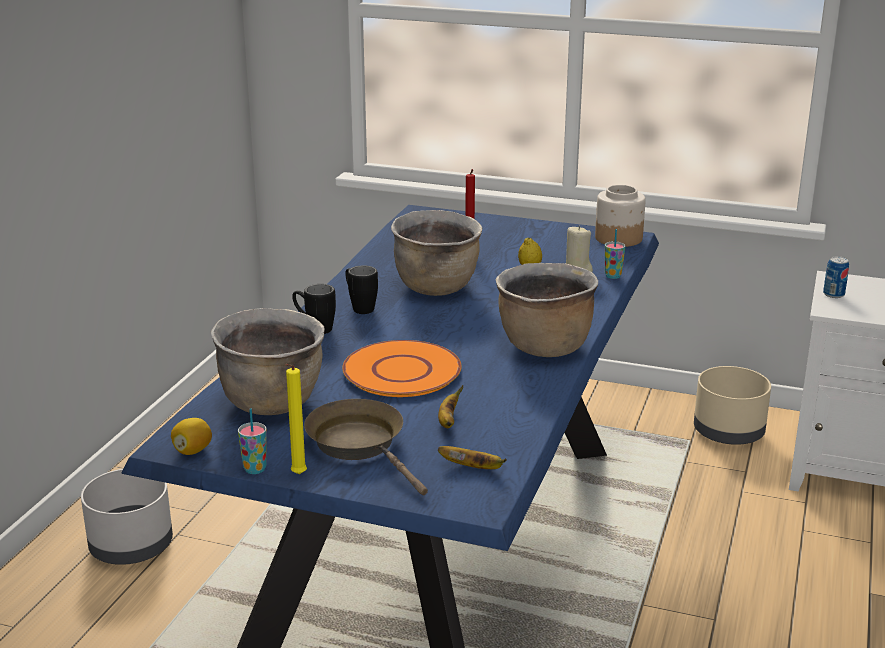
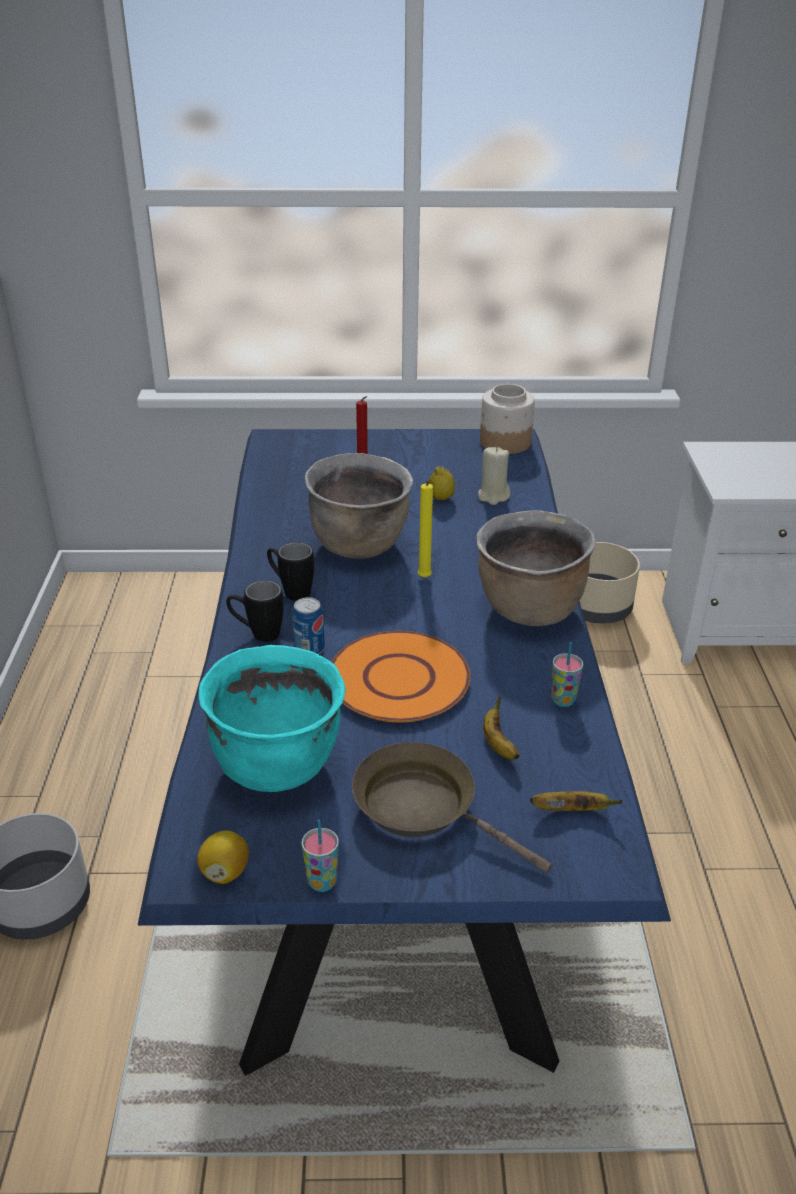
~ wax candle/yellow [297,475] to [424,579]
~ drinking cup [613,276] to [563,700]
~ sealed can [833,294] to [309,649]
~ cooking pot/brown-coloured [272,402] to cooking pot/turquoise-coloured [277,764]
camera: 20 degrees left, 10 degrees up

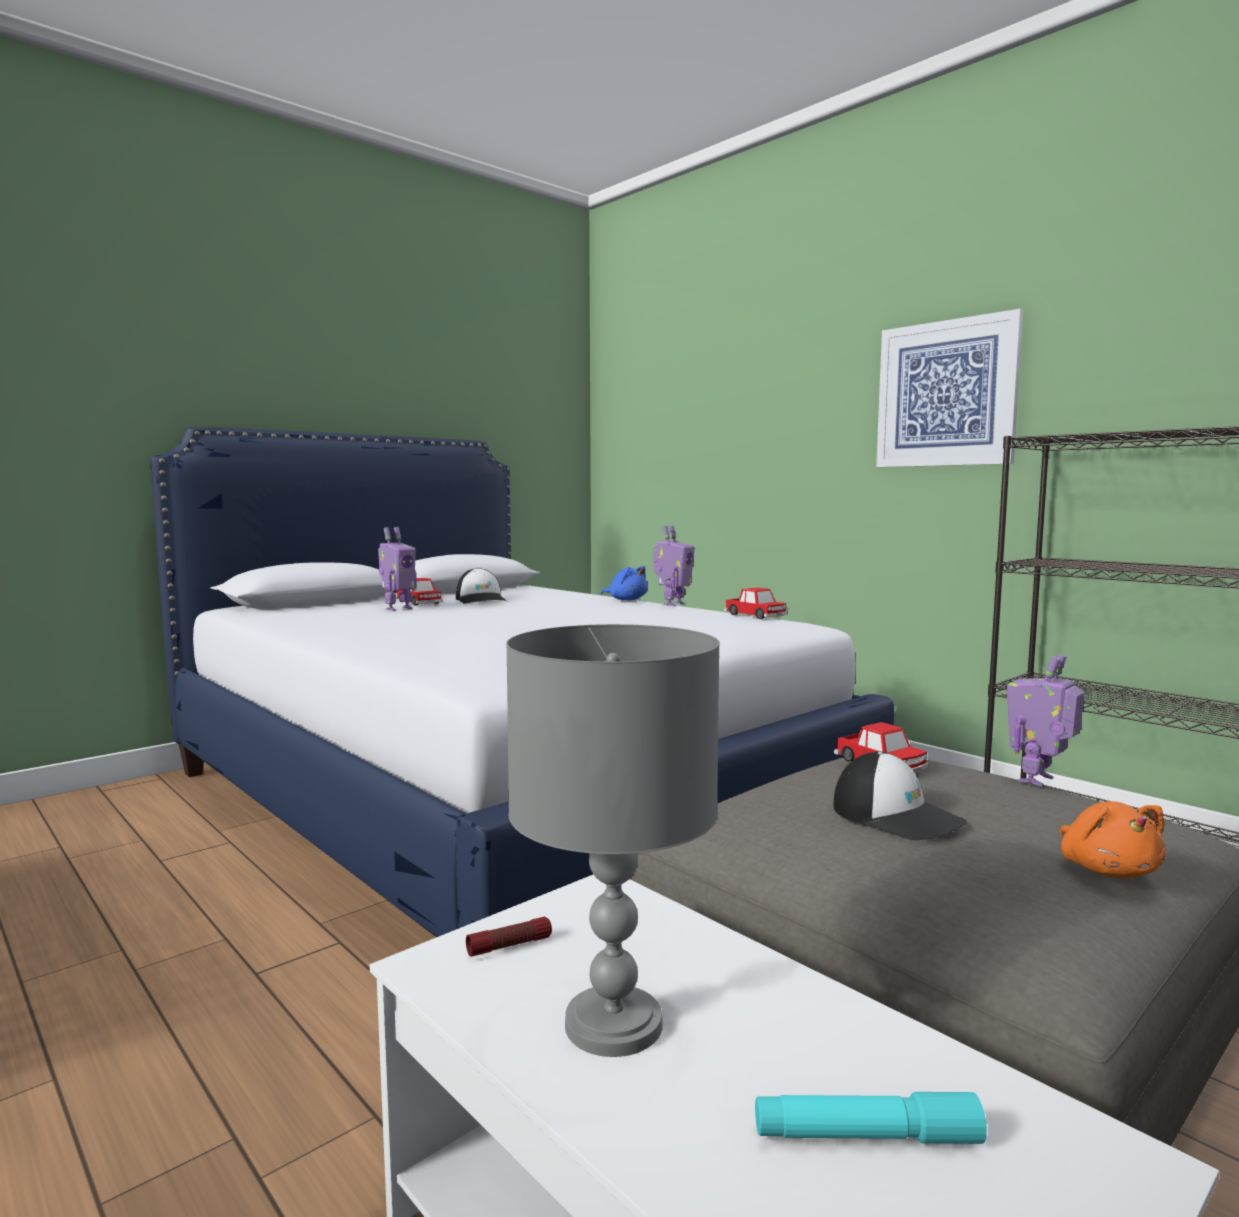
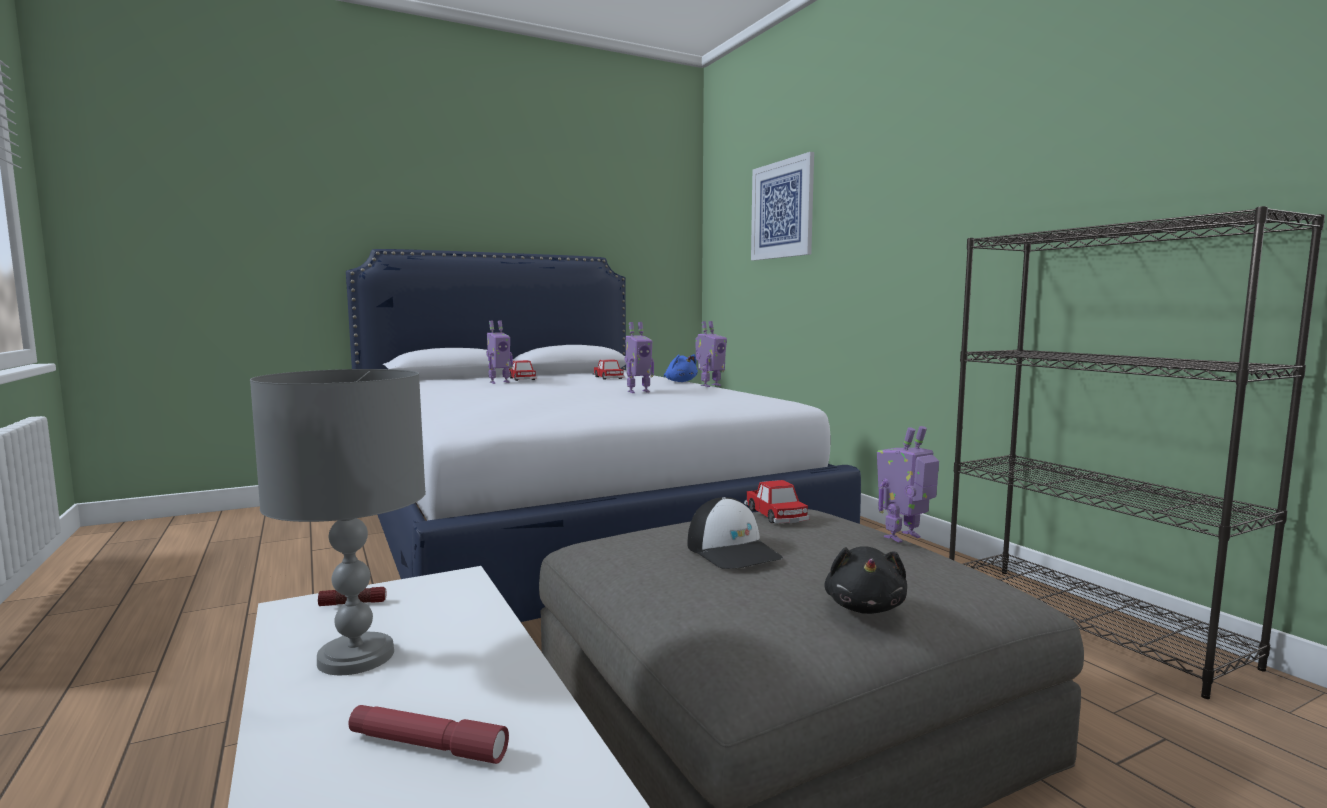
- baseball cap [481,600]
+ toy robot [638,392]
~ toy car [755,615] to [608,378]
~ wall art [946,394] to [782,210]
~ flashlight/turquoise-coloured [866,1136] to flashlight/reddish [427,746]
~ soft toy/orange-coloured [1107,870] to soft toy/black-coloured [865,607]
camera: 15 degrees right, 0 degrees up

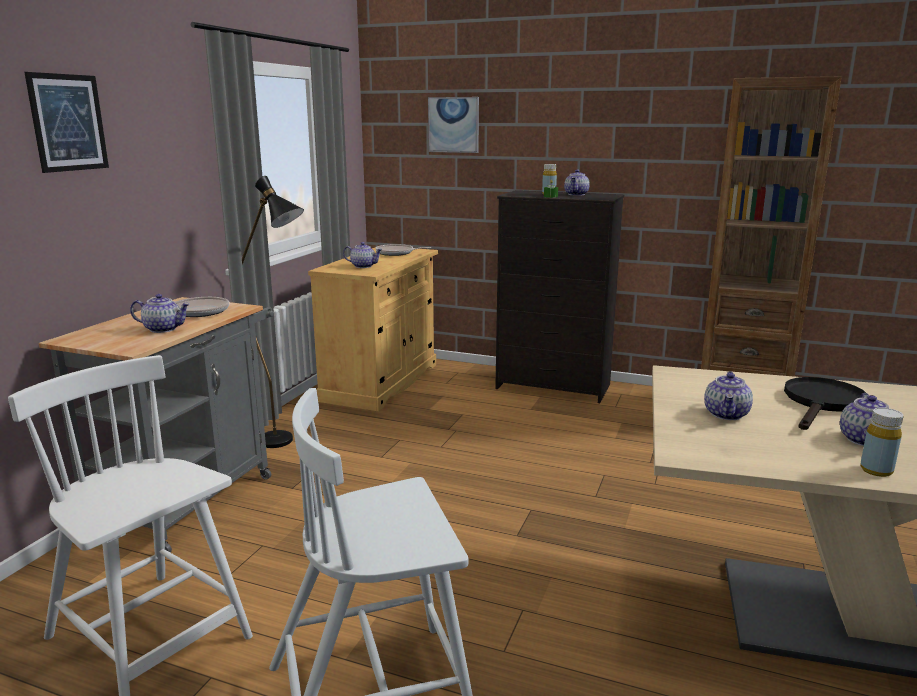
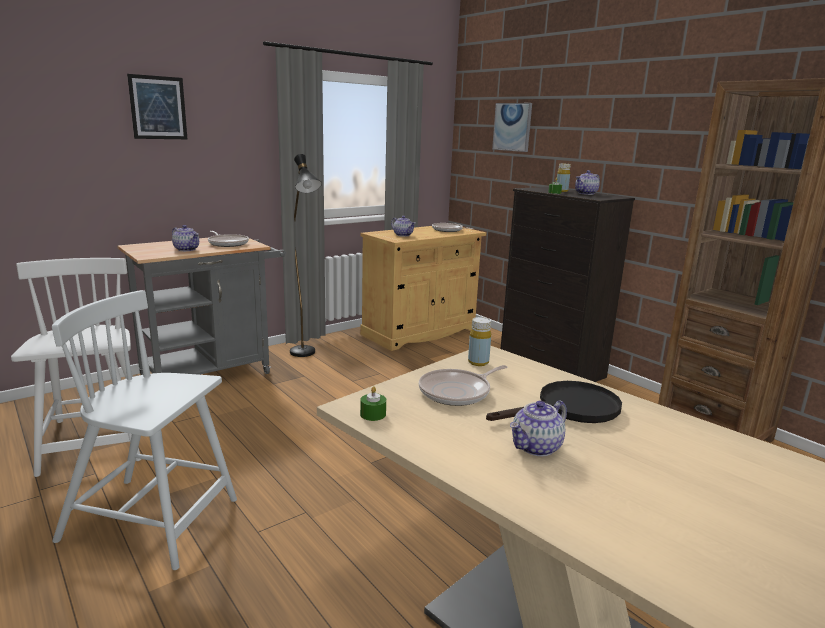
+ wax candle/green-coloured [373,414]
~ bottle/yellow [876,470] to [478,362]
~ pot for tea [727,414] to frying pan [457,392]
camera: 30 degrees right, 0 degrees up

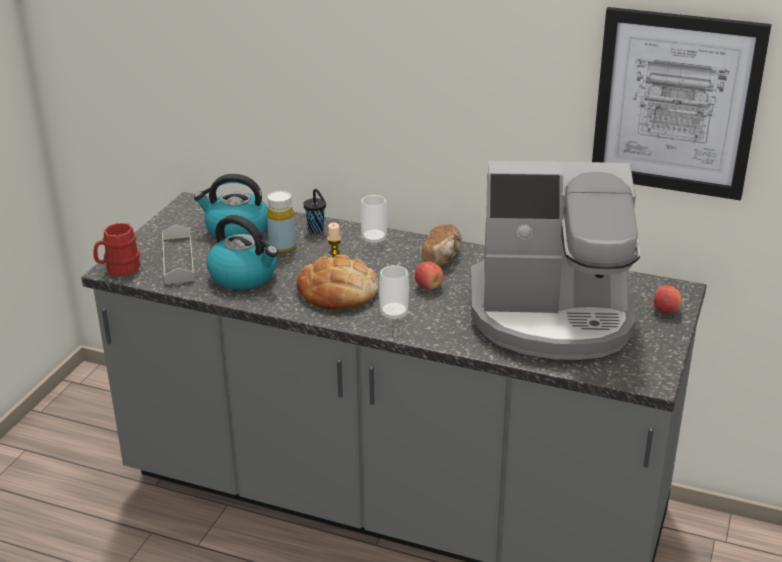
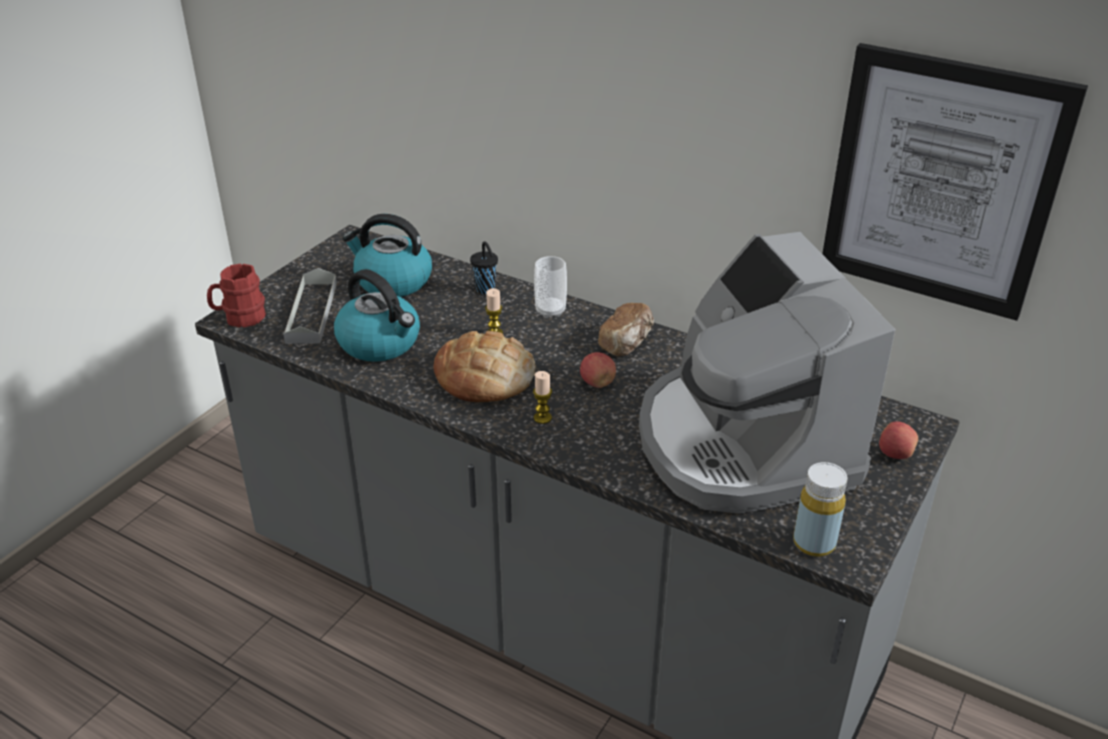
~ bottle/yellow [282,247] to [814,543]
~ drinking cup [394,314] to wax candle [542,418]
~ coffee maker [552,316] = [743,444] 60 degrees clockwise
camera: 10 degrees right, 5 degrees up

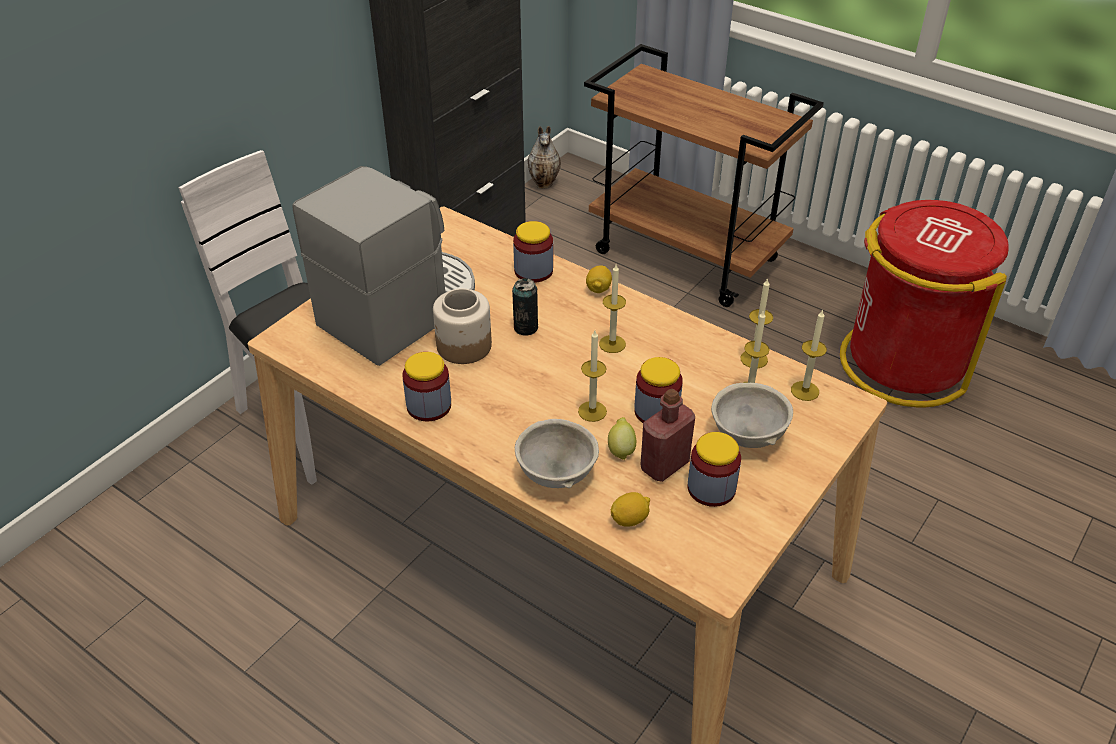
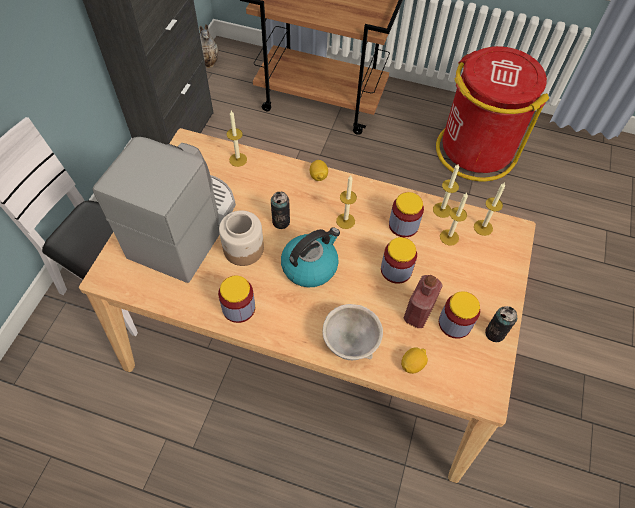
- citrus fruit [621,449]
- serving bowl/gray [747,437]
+ water kettle [310,266]
+ sealed can [494,333]
~ jar [533,271] to [403,225]
~ wax candle [592,411] to [238,159]
camera: 20 degrees left, 15 degrees up

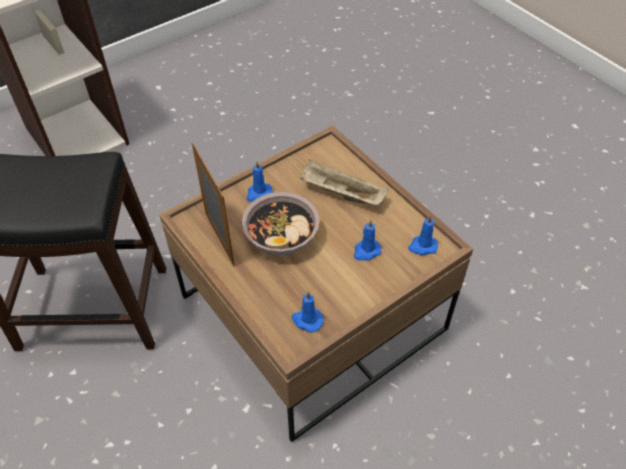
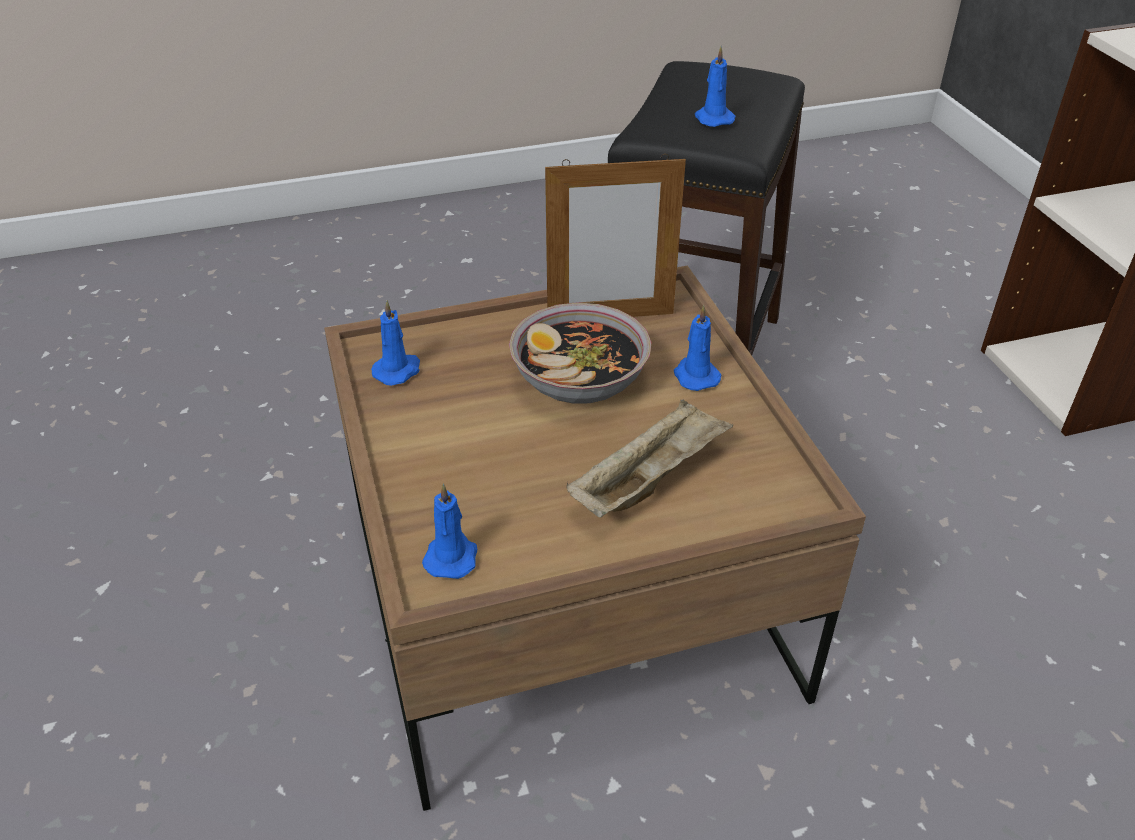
~ wax candle/blue-coloured [366,251] to [713,118]
camera: 110 degrees right, 10 degrees down

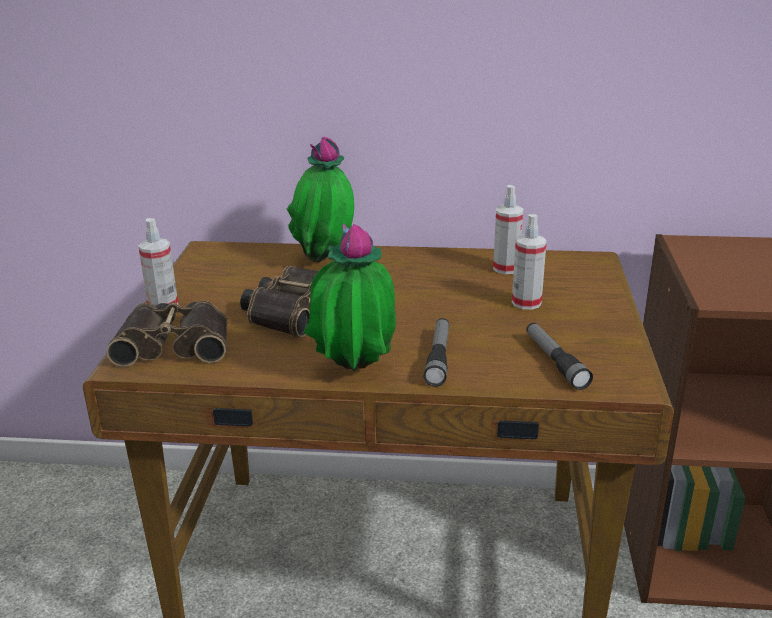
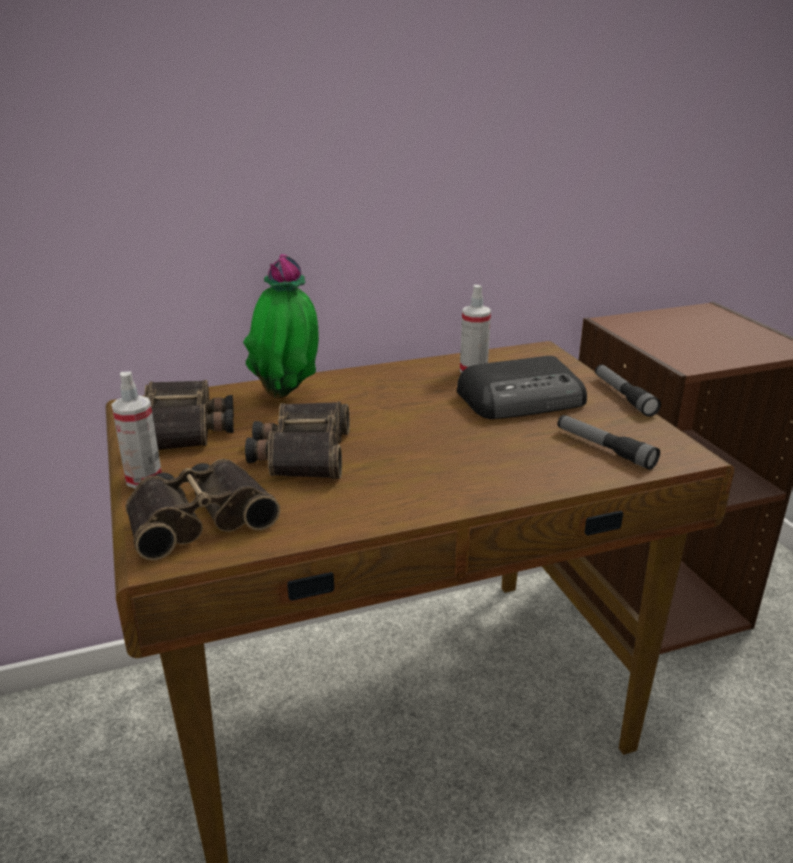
- houseplant [353,374]
+ binoculars [187,427]
~ flashlight [438,358] to [623,396]
~ spray bottle [526,303] to radio [523,399]
camera: 25 degrees left, 0 degrees up

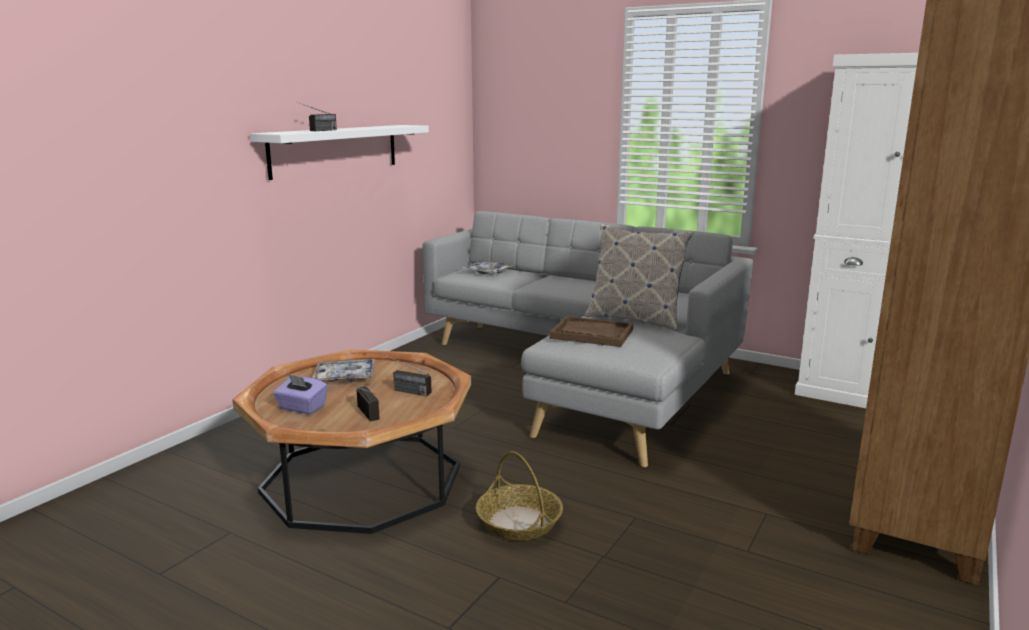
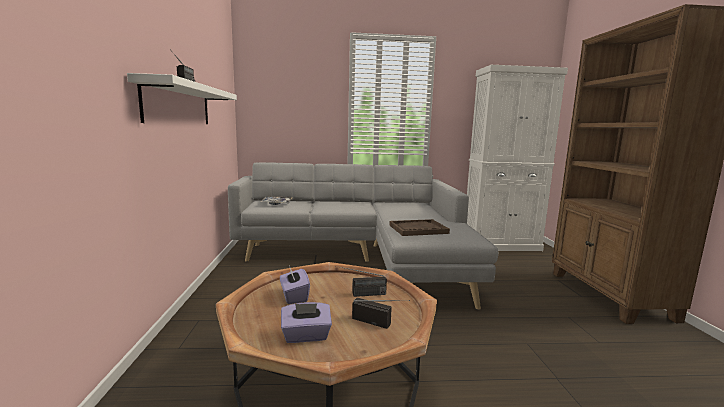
- storage basket [519,522]
- pillow [634,319]
~ carrying tray [345,377] to tissue holder/purple-coloured [294,296]
camera: 35 degrees left, 5 degrees down

